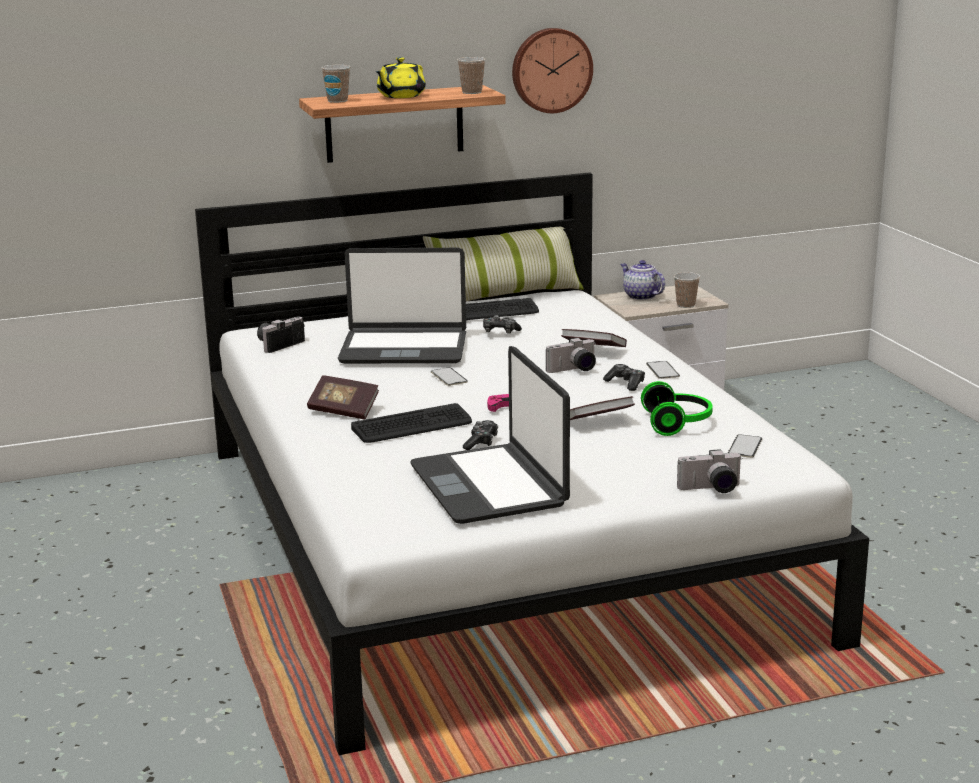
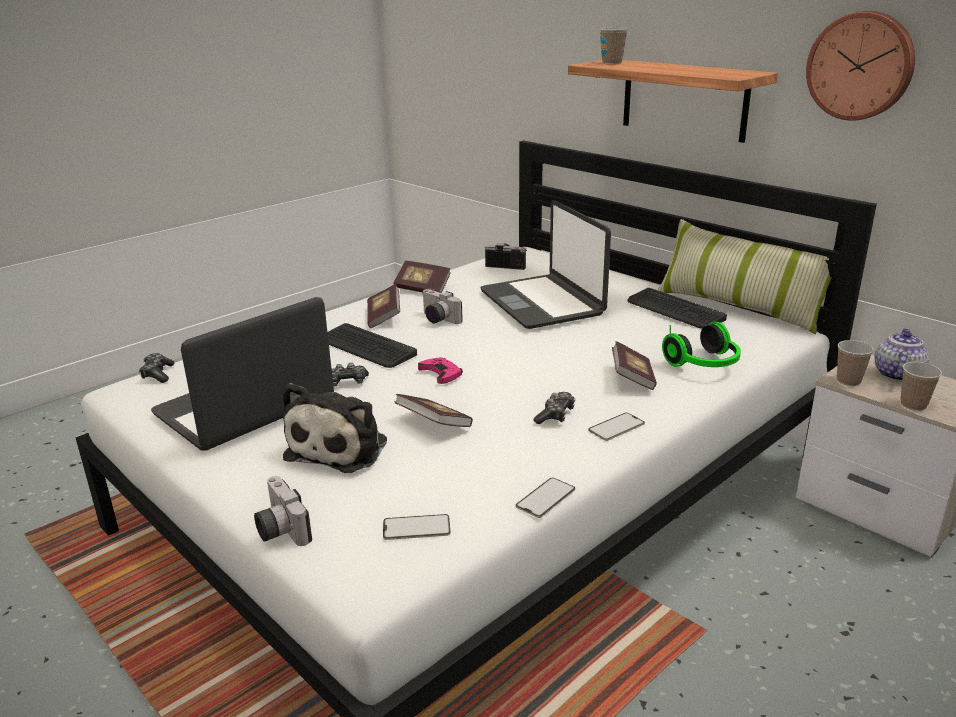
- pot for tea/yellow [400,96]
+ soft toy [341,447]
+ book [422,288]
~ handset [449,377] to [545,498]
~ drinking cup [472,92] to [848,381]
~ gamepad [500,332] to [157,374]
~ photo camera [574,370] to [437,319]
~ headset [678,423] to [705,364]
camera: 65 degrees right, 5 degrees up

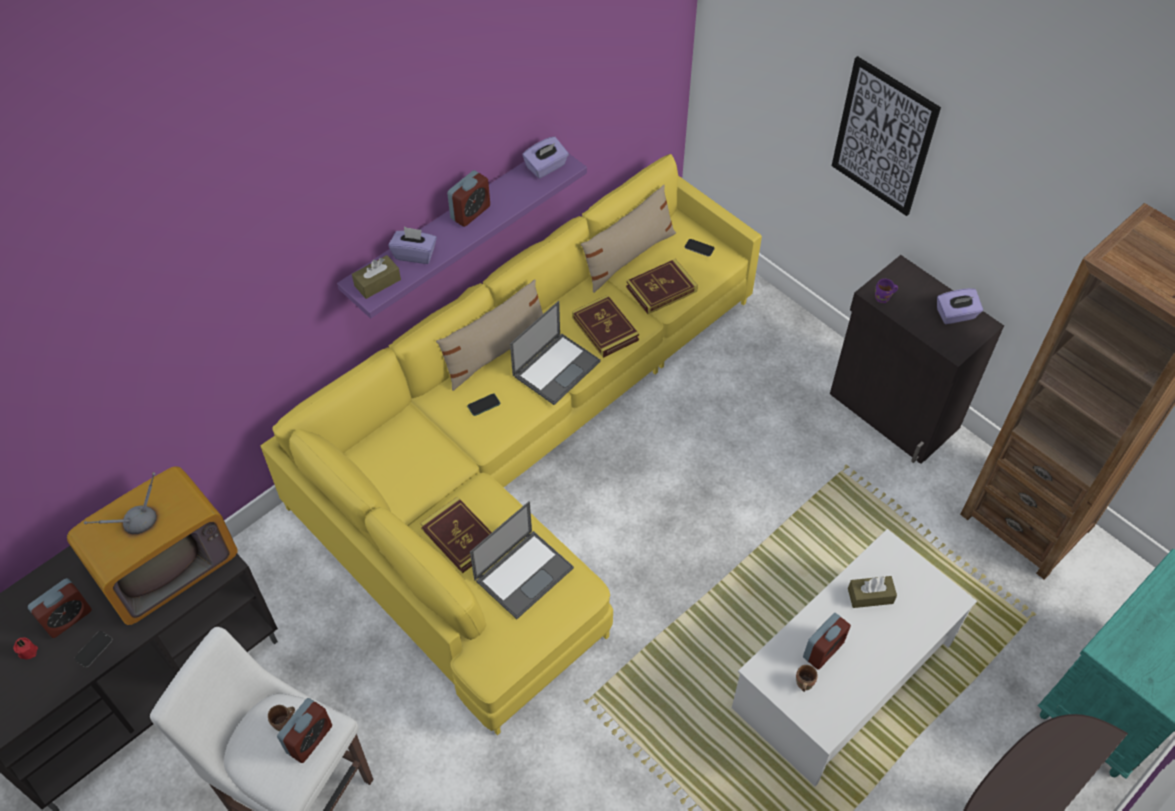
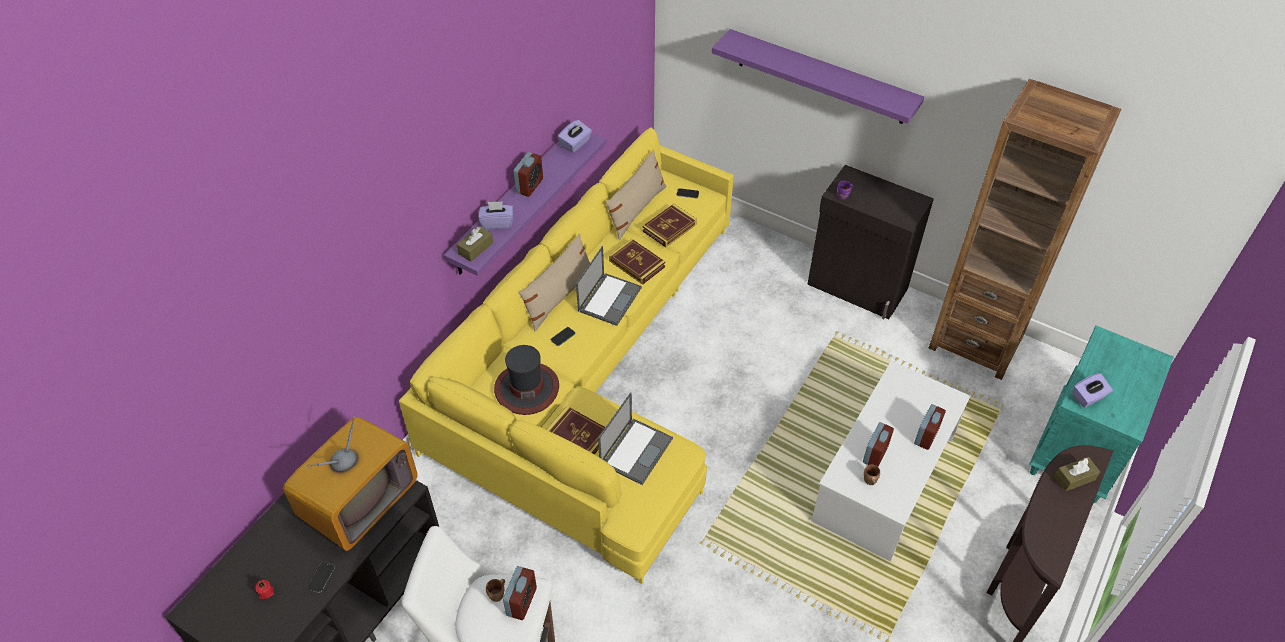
+ hat [526,388]
~ alarm clock [67,618] to [926,436]
~ tissue holder/brown-coloured [870,596] to [1074,478]
~ tissue holder/purple-coloured [956,315] to [1088,397]
~ wall art [884,137] to wall shelf/purple-coloured [821,77]
camera: 15 degrees left, 5 degrees down

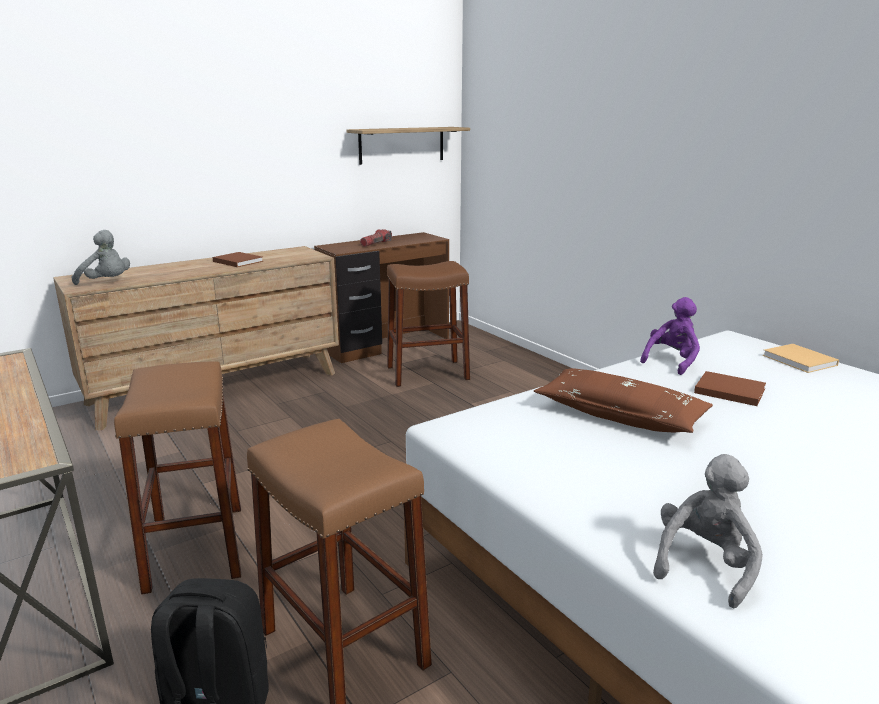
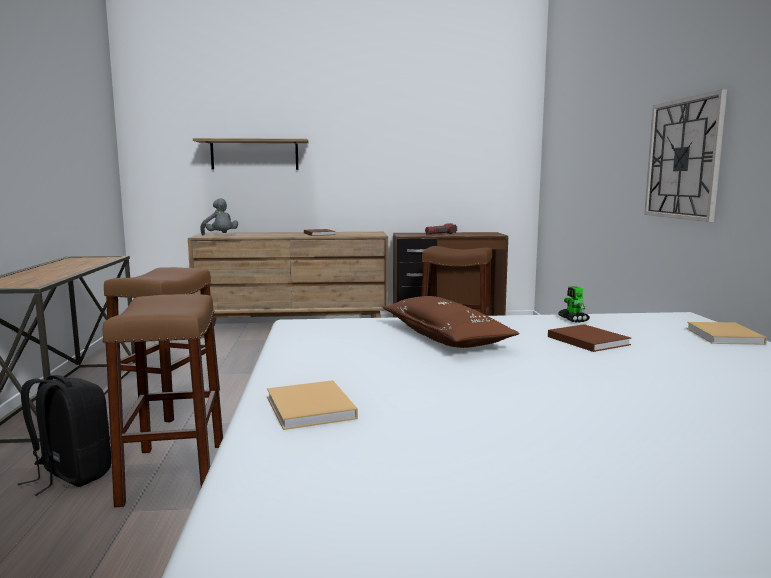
+ hanging clock [683,159]
~ wall shelf [402,145] to [254,155]
~ soft toy/purple-coloured [671,361] to toy robot [573,319]
~ soft toy/gray [704,565] to book/beige-coloured [311,409]
camera: 30 degrees right, 10 degrees down

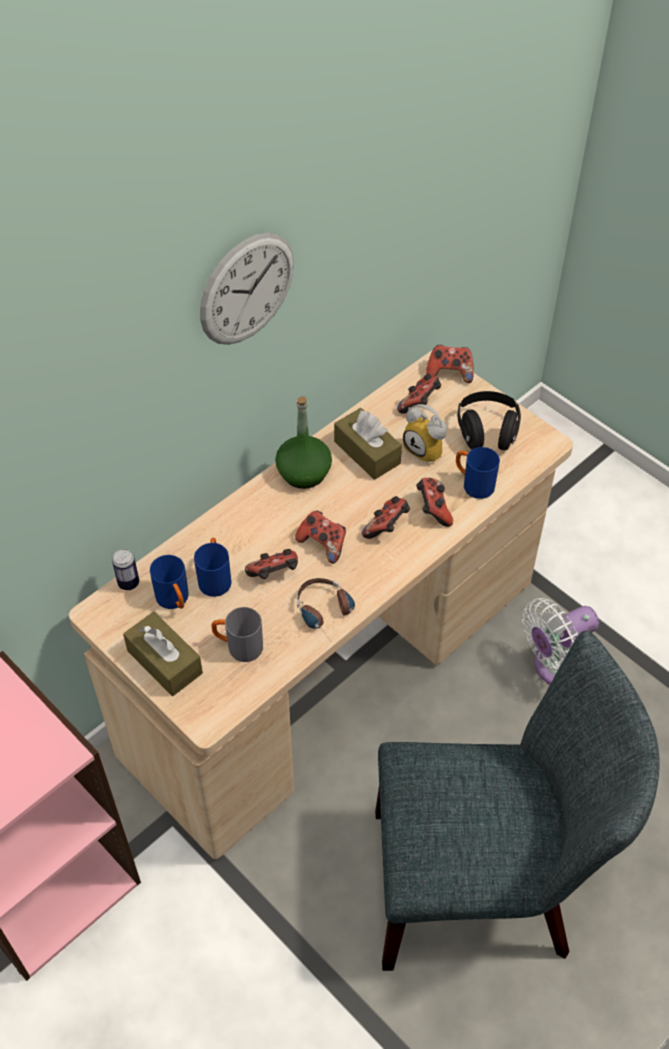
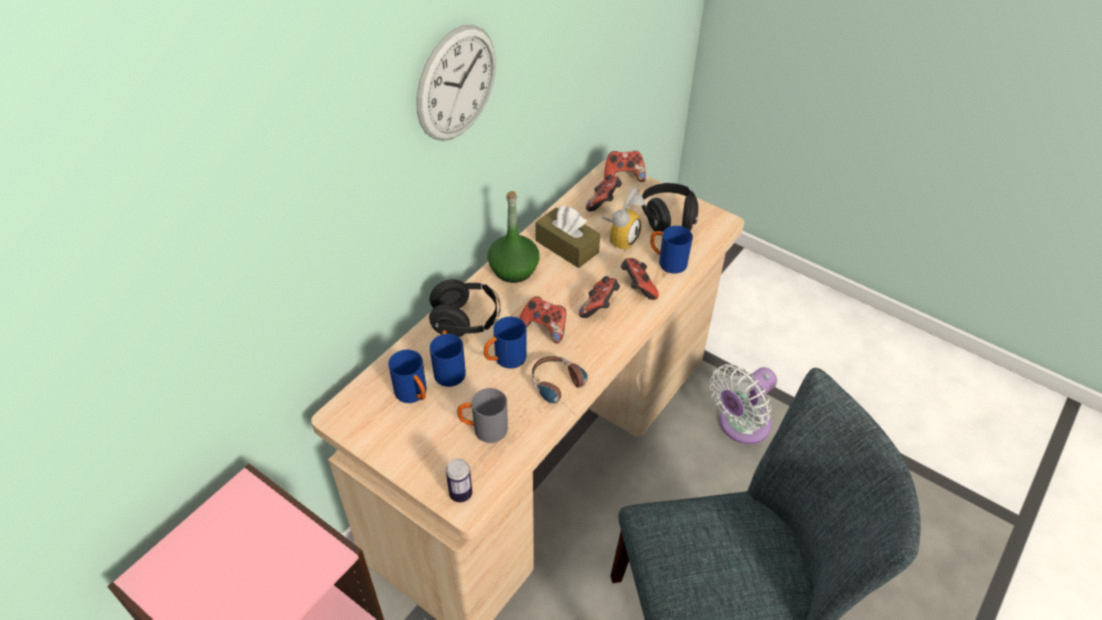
- tissue holder/brown-coloured [164,662]
+ headset/black-coloured [466,321]
~ sealed can [128,583] to [460,494]
~ gamepad [274,575] to mug/blue-coloured [505,360]
~ alarm clock [427,449] = [620,238] 90 degrees counterclockwise
camera: 10 degrees left, 5 degrees down

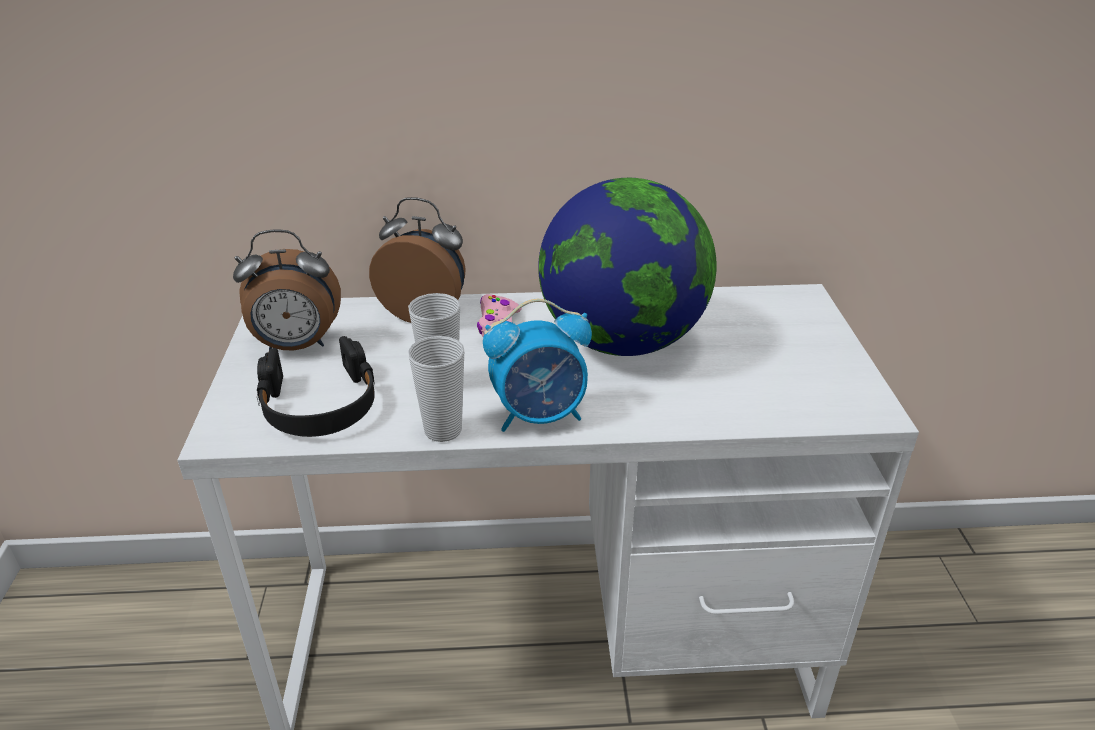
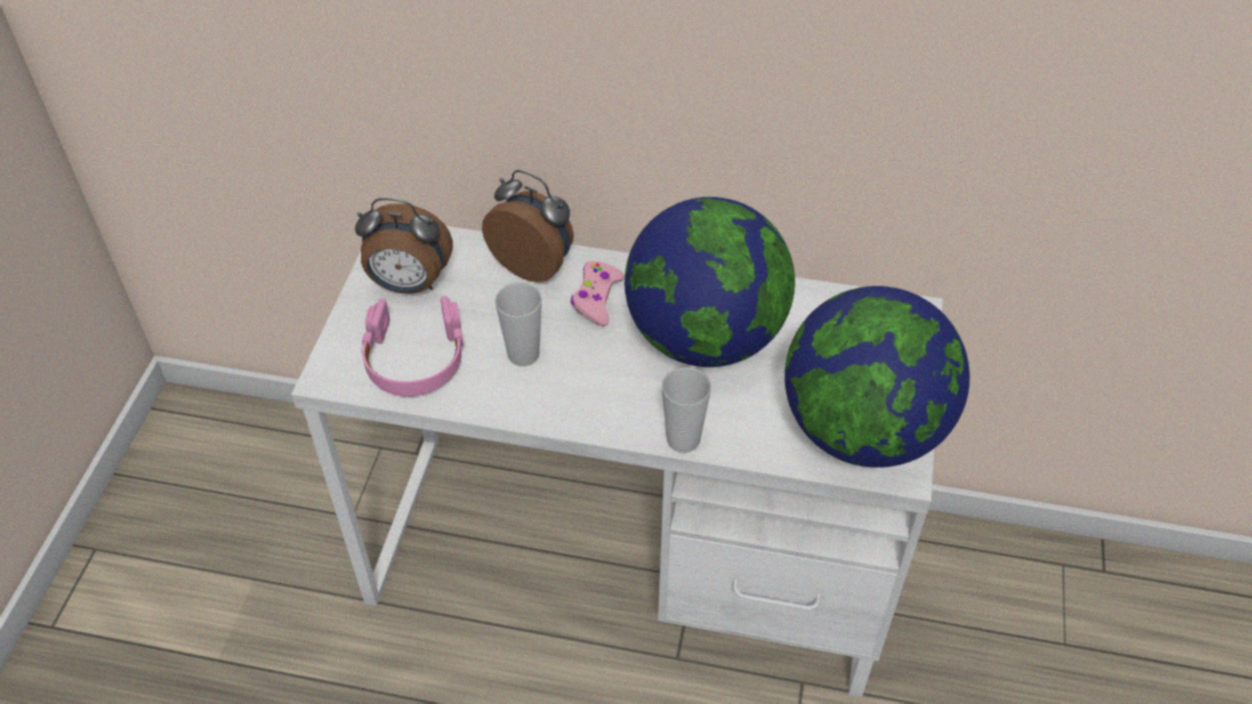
- alarm clock [540,416]
+ desk globe [862,431]
~ drinking cup [443,430] to [683,439]
~ headset/black-coloured [319,404] to headset/pink-coloured [414,358]
camera: 15 degrees right, 15 degrees up

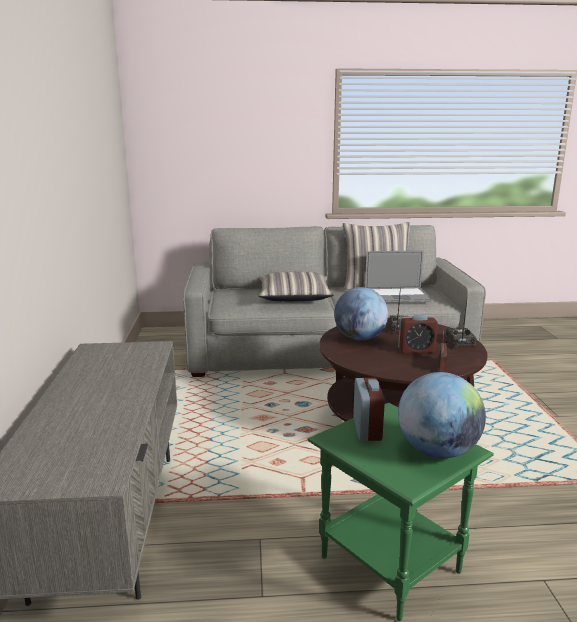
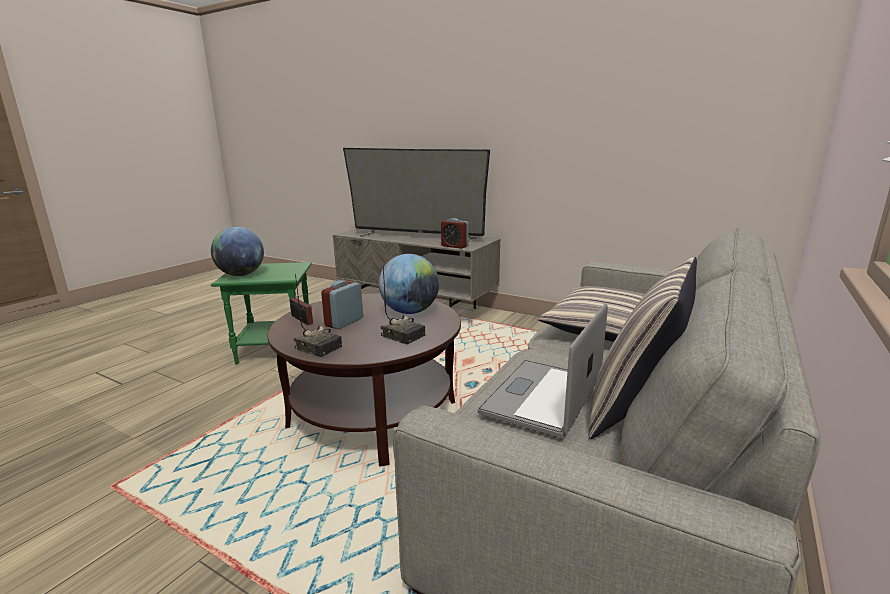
+ television [417,237]
~ alarm clock [367,429] to [454,246]
camera: 125 degrees right, 0 degrees up

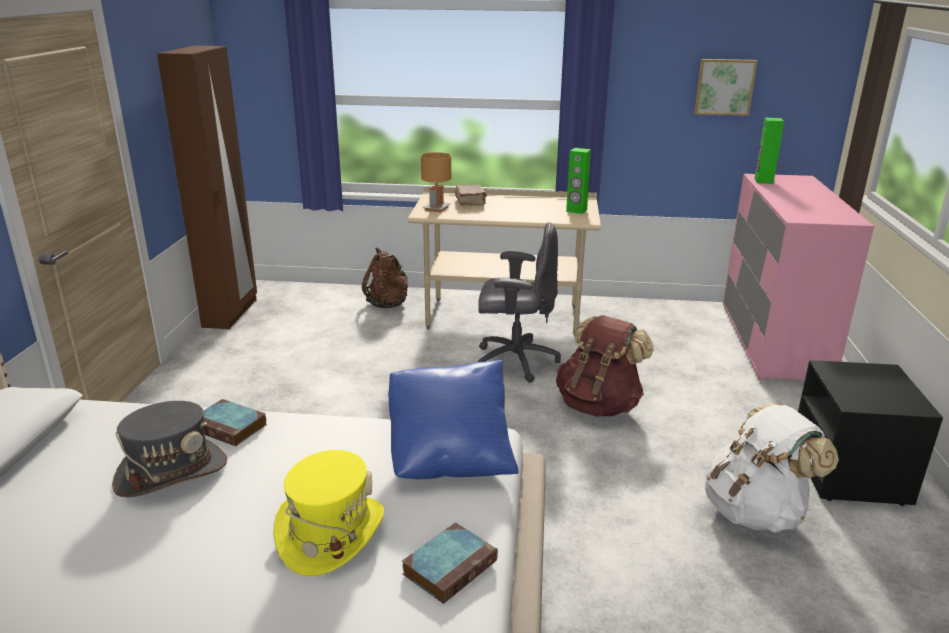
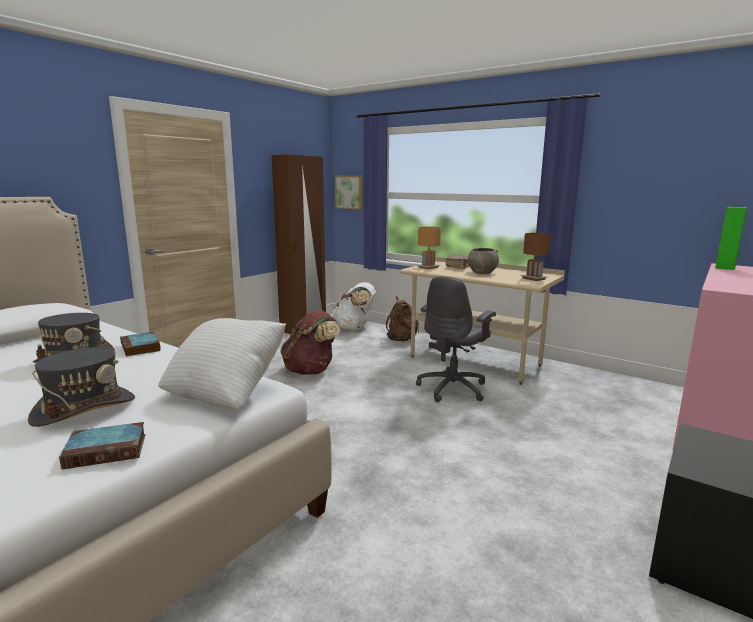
+ serving bowl/gray [482,272]
~ rucksack/brown-coloured [599,405] to [311,371]
~ wall art [724,87] to [349,192]
~ rucksack/white [756,512] to [355,328]
~ audio speaker/green-coloured [576,210] to tabletop lamp/brown-coloured [534,278]
~ hat/yellow [330,533] to hat/gray [84,409]
~ pillow/blue-coloured [450,456] to pillow/white [227,392]
~ office chair/gray [514,361] = [453,388] 90 degrees clockwise
camera: 30 degrees right, 10 degrees down

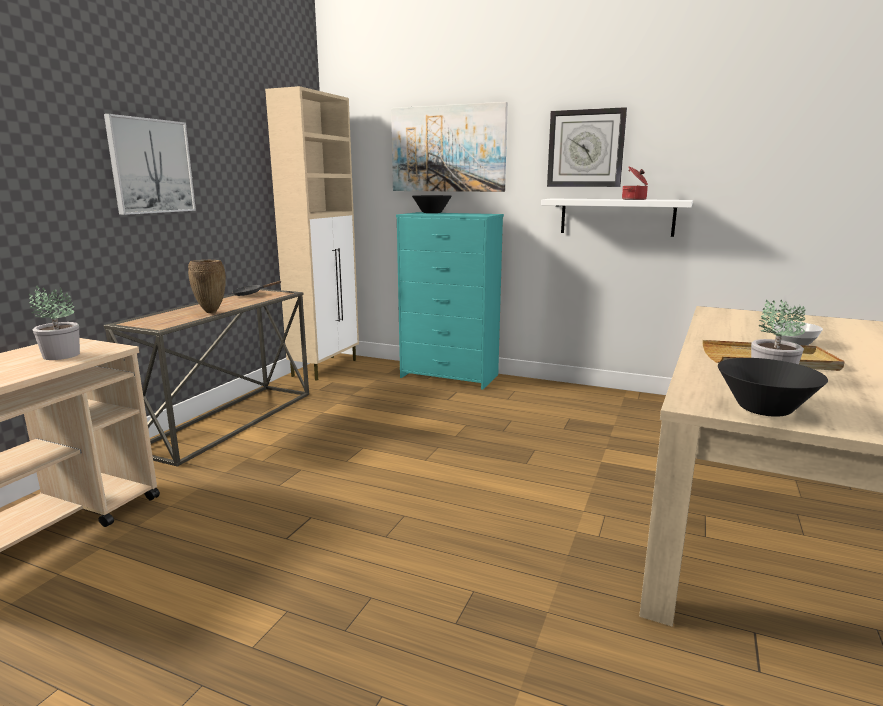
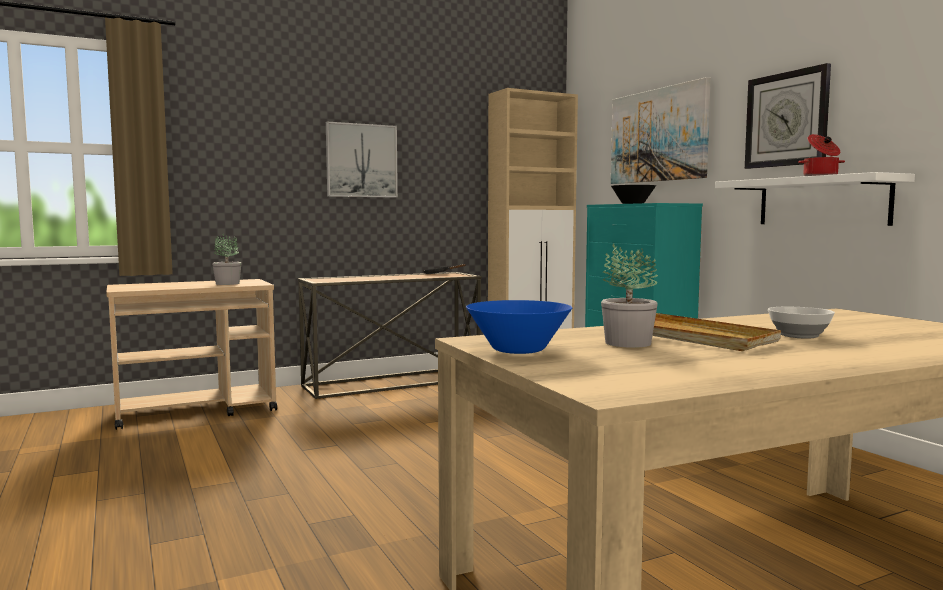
- flower vase/brown-coloured [211,312]
~ serving bowl/black-coloured [764,409] to serving bowl/blue-coloured [518,350]
camera: 40 degrees right, 10 degrees down

